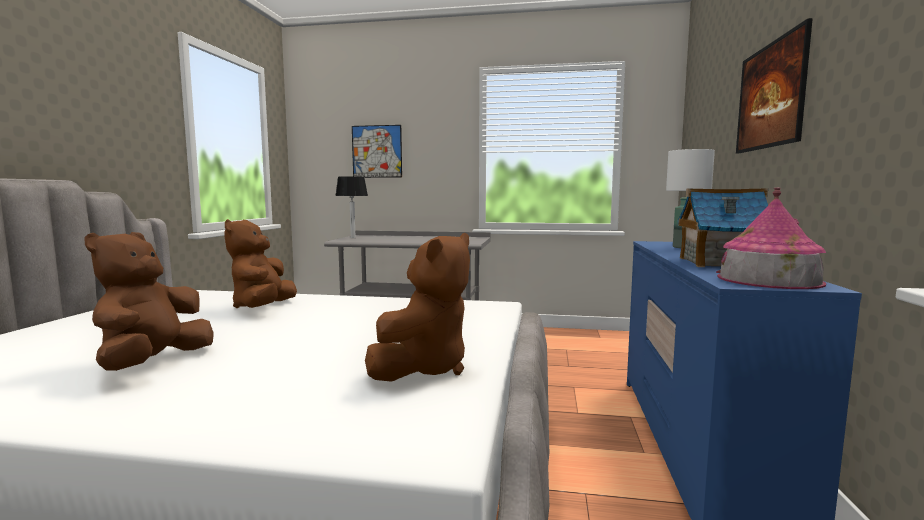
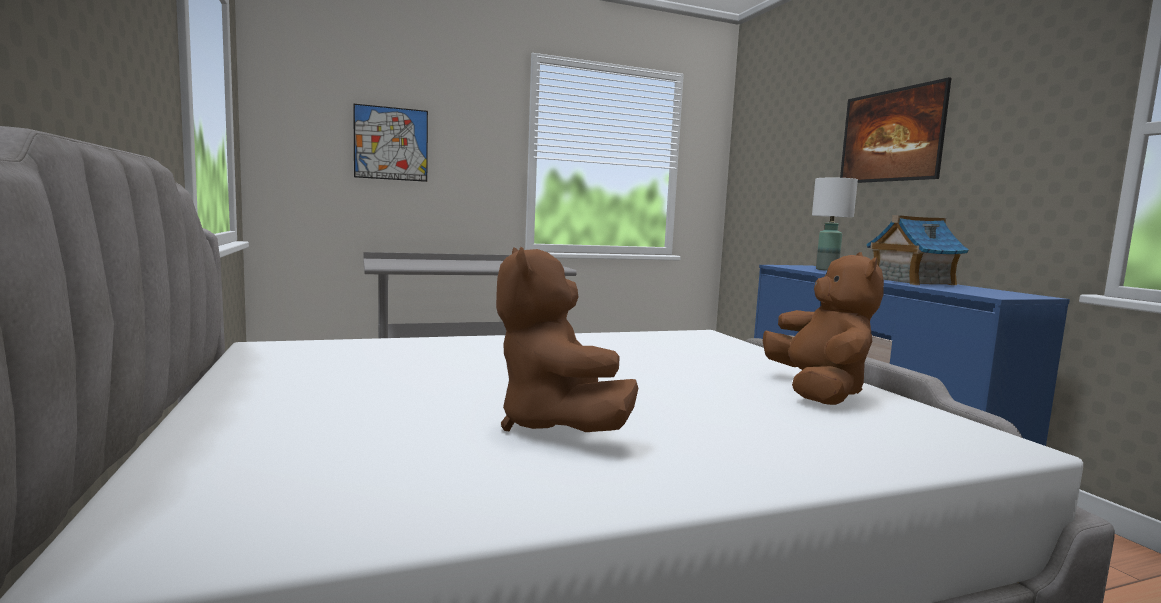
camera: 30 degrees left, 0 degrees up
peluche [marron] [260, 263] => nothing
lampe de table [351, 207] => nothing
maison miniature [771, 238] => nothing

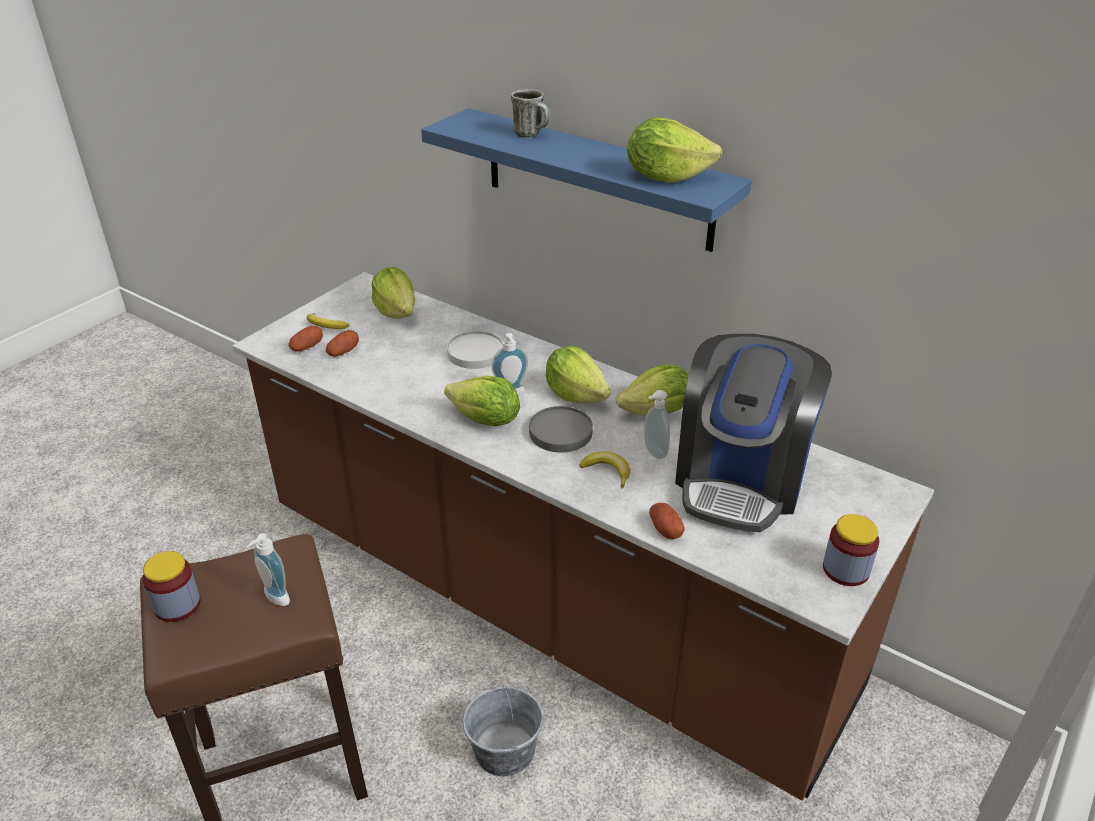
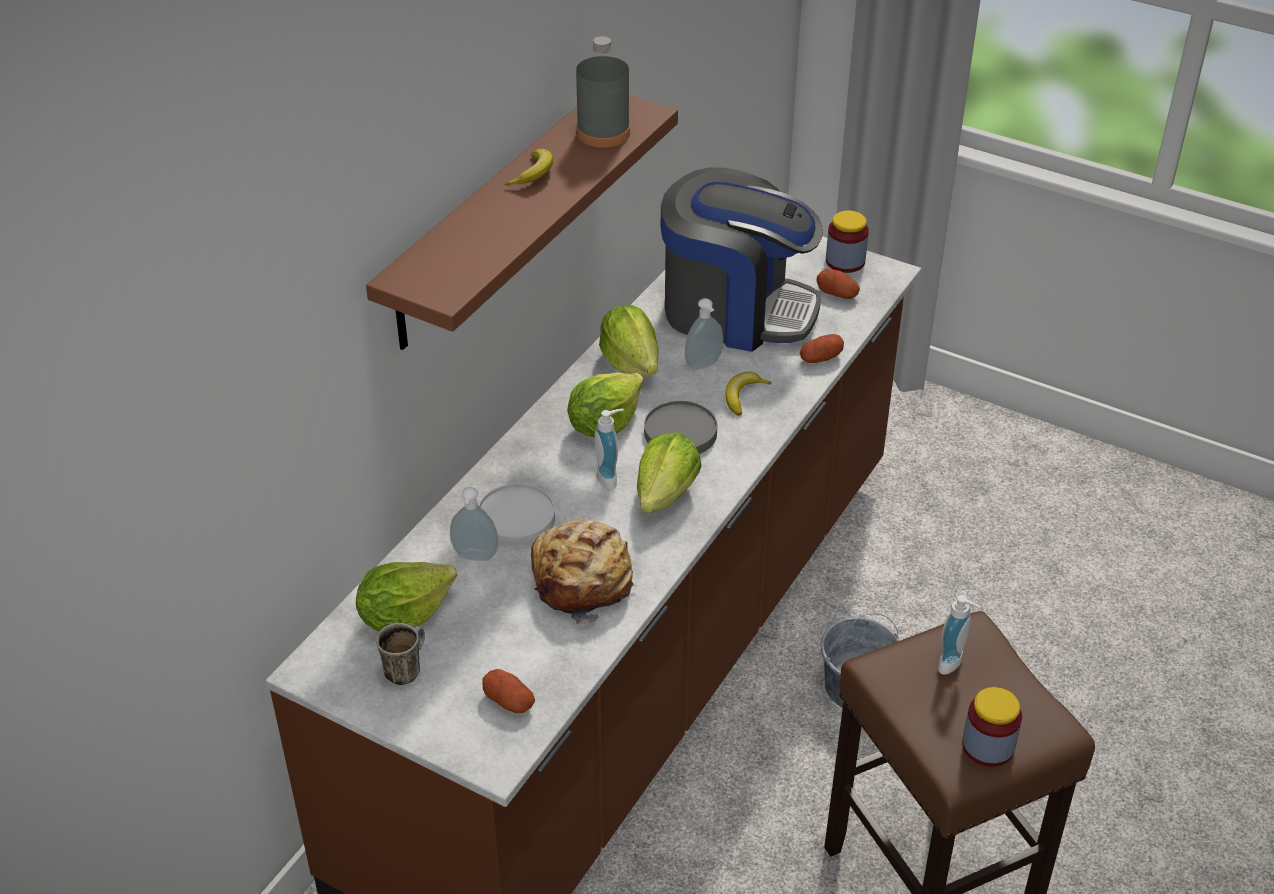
camera: 95 degrees left, 5 degrees up
nothing => distributeur de savon [474, 524]
nothing => pain [584, 572]
banane [328, 321] => banane [529, 167], moved
pomme de terre [342, 343] => pomme de terre [838, 284], moved
mug [530, 113] => mug [400, 654], moved
laitue [674, 150] => bouteille [gris] [603, 92]
étagère [bleu] [586, 180] => étagère [marron] [522, 222]

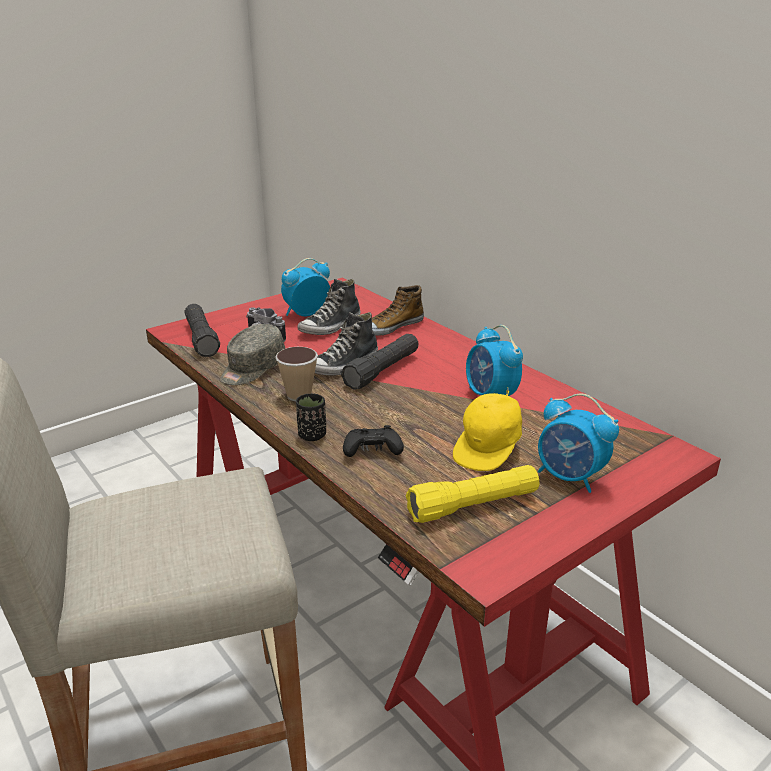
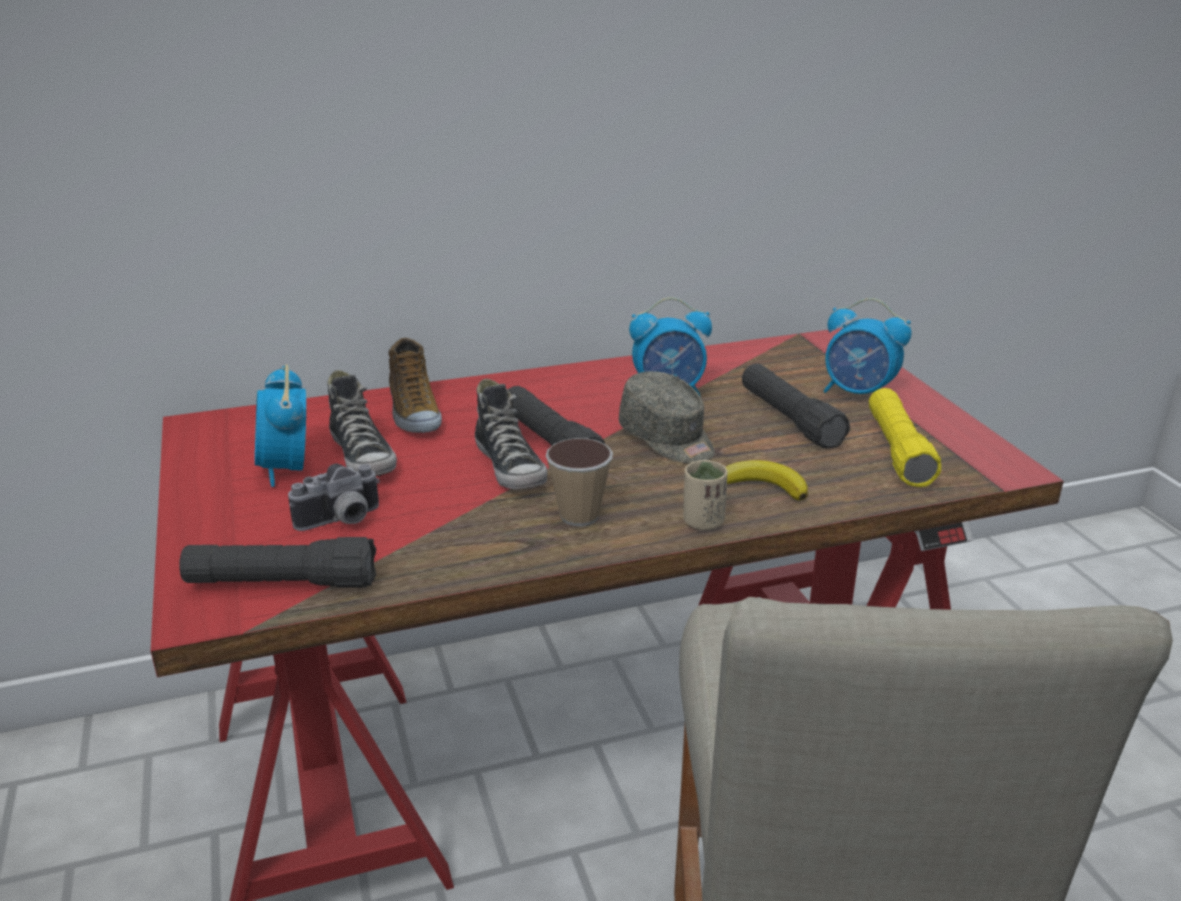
camera: 70 degrees left, 0 degrees up
casquette [gris] [252, 354] => casquette [gris] [667, 417], moved
manette [noir] [373, 441] => banane [767, 480]
casquette [jaune] [487, 430] => lampe de poche [noir] [796, 405]
tasse [noir] [311, 417] => tasse [beige] [706, 495]
réveil [578, 443] => réveil [867, 346], 60 degrees clockwise

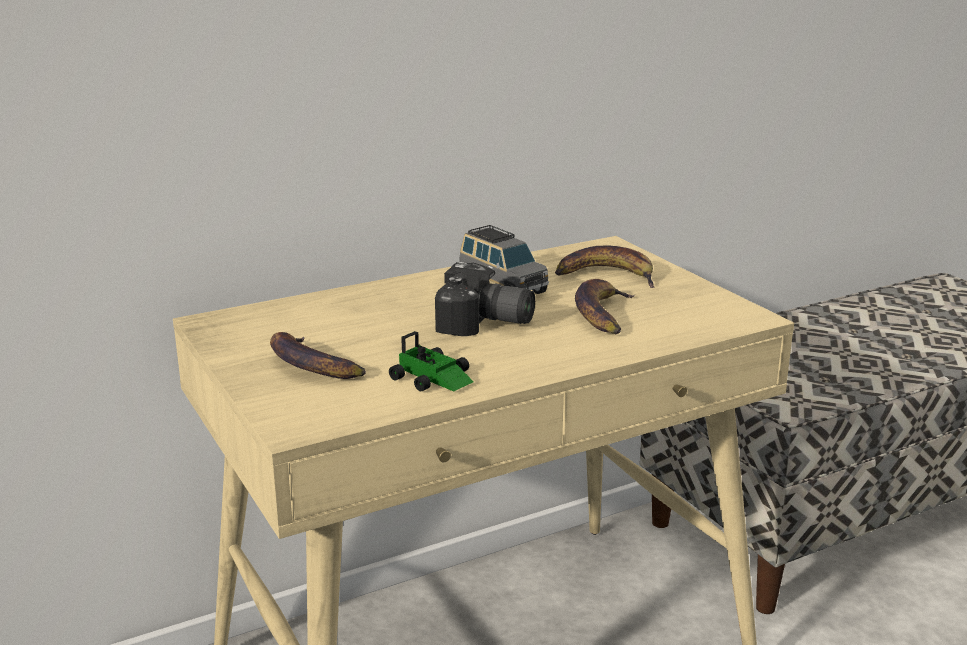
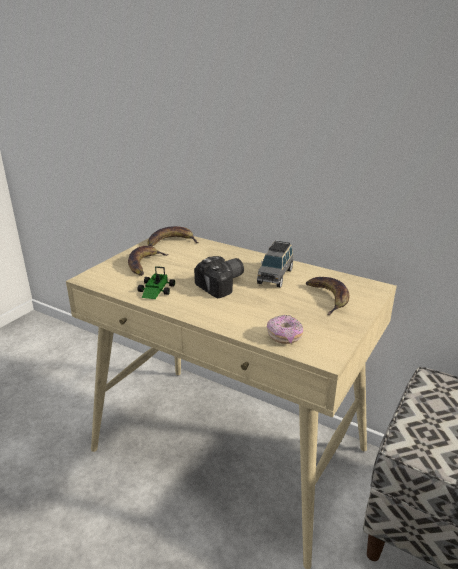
camera: 60 degrees right, 5 degrees up
nothing => beignet [285, 329]
banane [605, 306] => banane [173, 236], moved
appareil photo [485, 299] => appareil photo [219, 277], 120 degrees counterclockwise

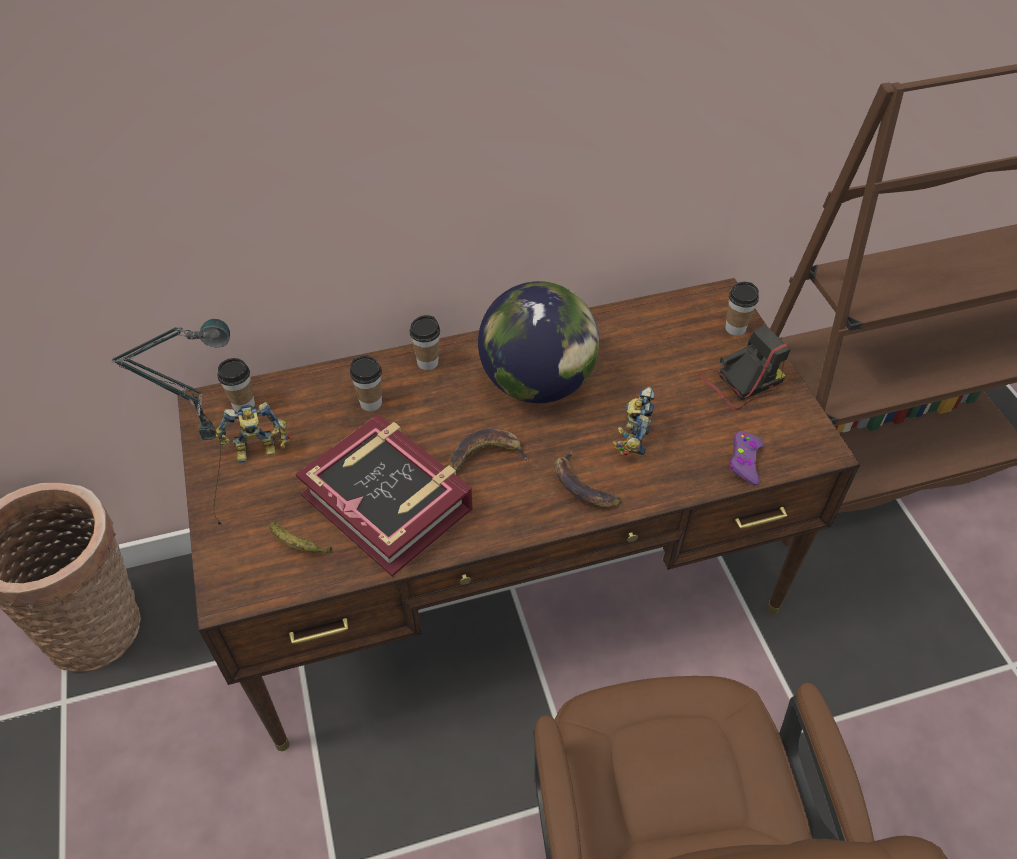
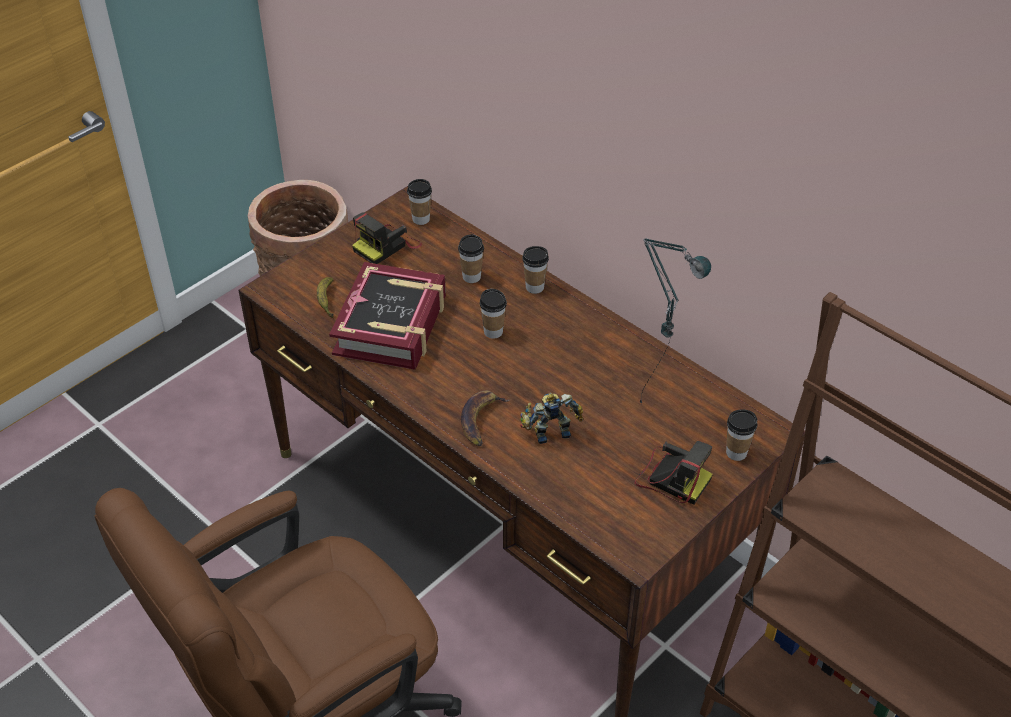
camera: 60 degrees right, 5 degrees down
banane [489, 451] => nothing
globe [538, 342] => nothing
manette [violet] [746, 459] => nothing
nothing => tasse [493, 314]
lampe de table [170, 422] => lampe de table [675, 321], moved
robot jouet [253, 432] => appareil photo [387, 238]

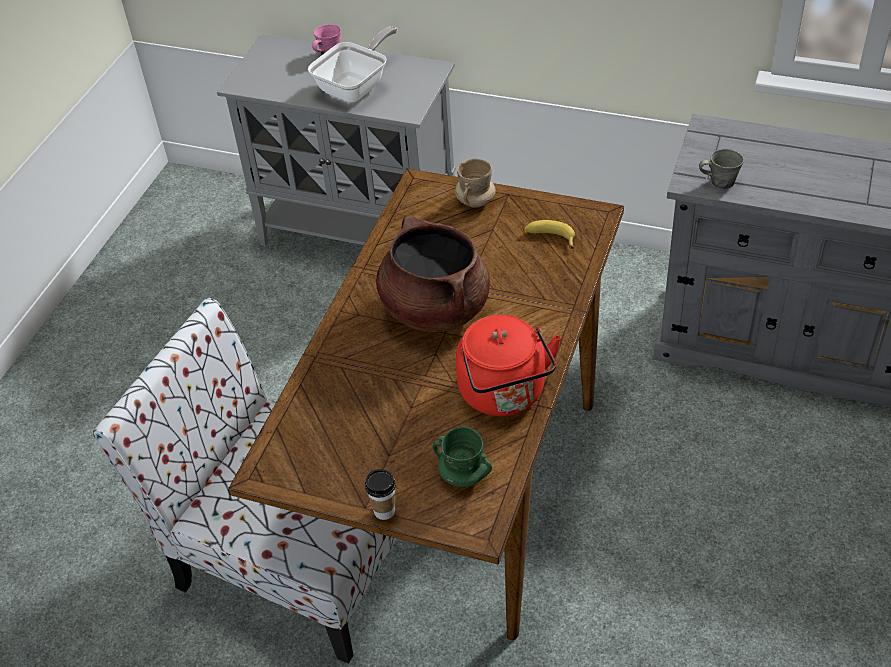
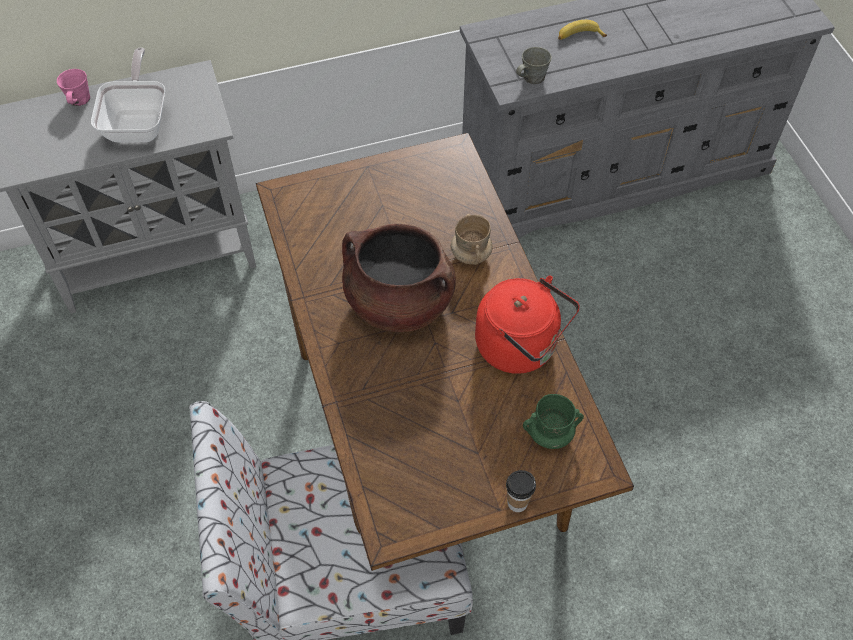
camera: 40 degrees left, 10 degrees up
mug [beige] [475, 183] => mug [beige] [472, 239], moved
banane [549, 234] => banane [582, 30], moved

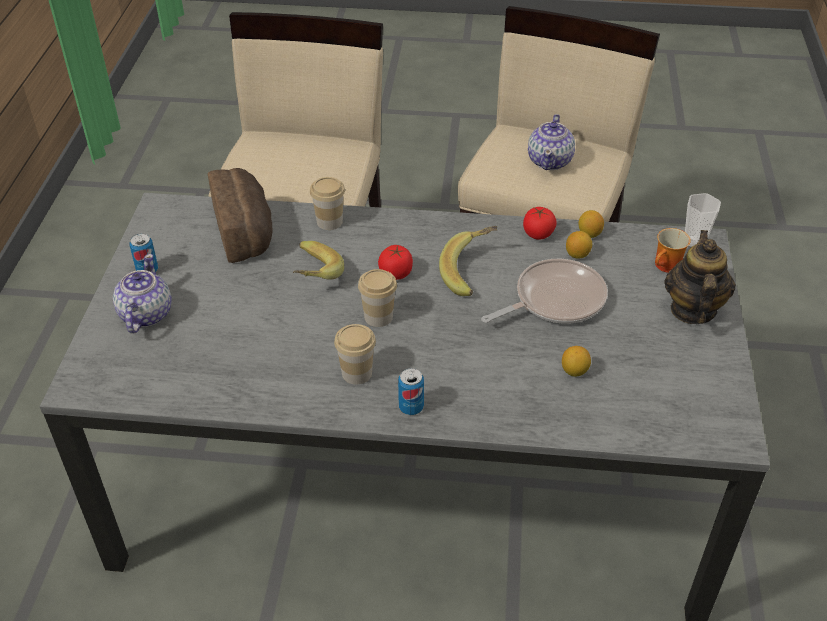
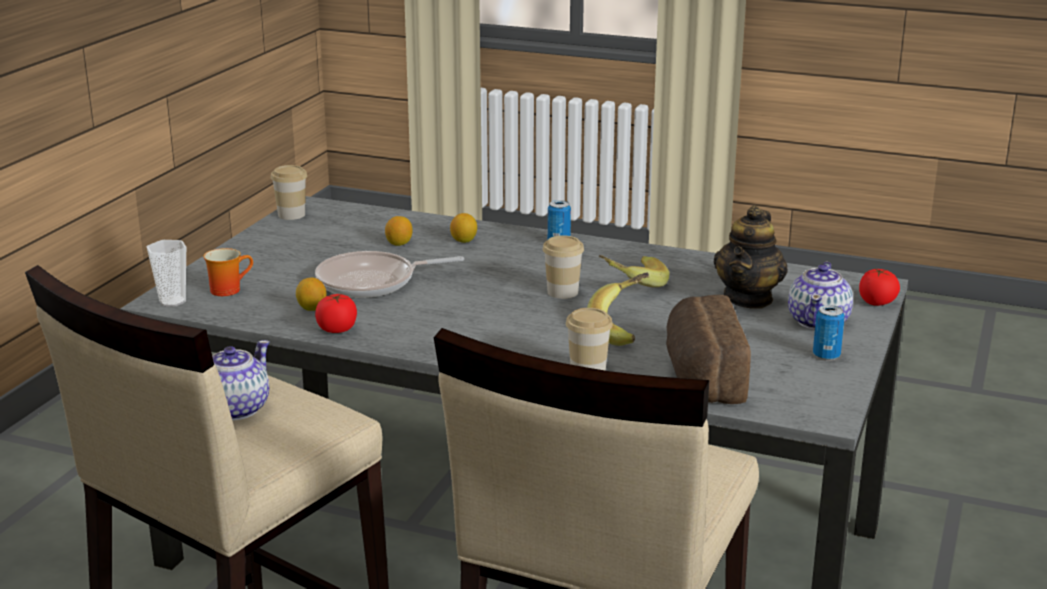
camera: 165 degrees left, 20 degrees down
tasse [355, 354] => tasse [289, 192], moved
tomate [395, 262] => tomate [879, 287], moved
banane [468, 261] => banane [634, 271], moved
citron [591, 224] => citron [463, 228], moved
théière [700, 277] => théière [751, 256], moved

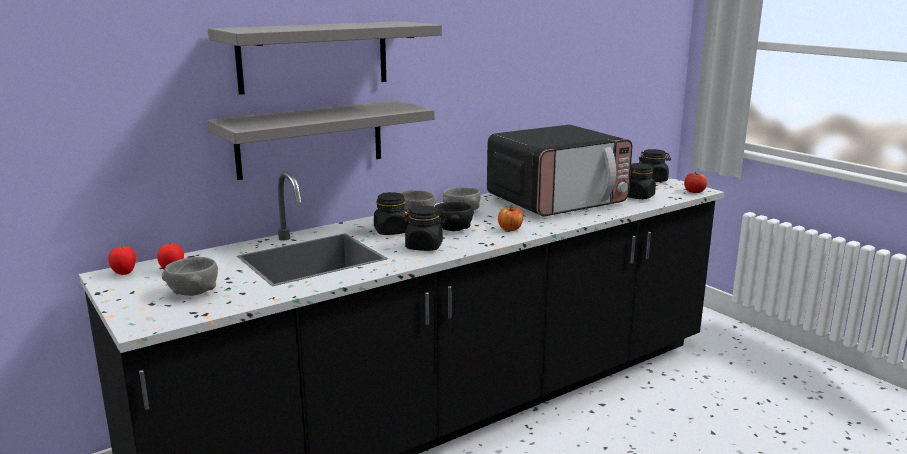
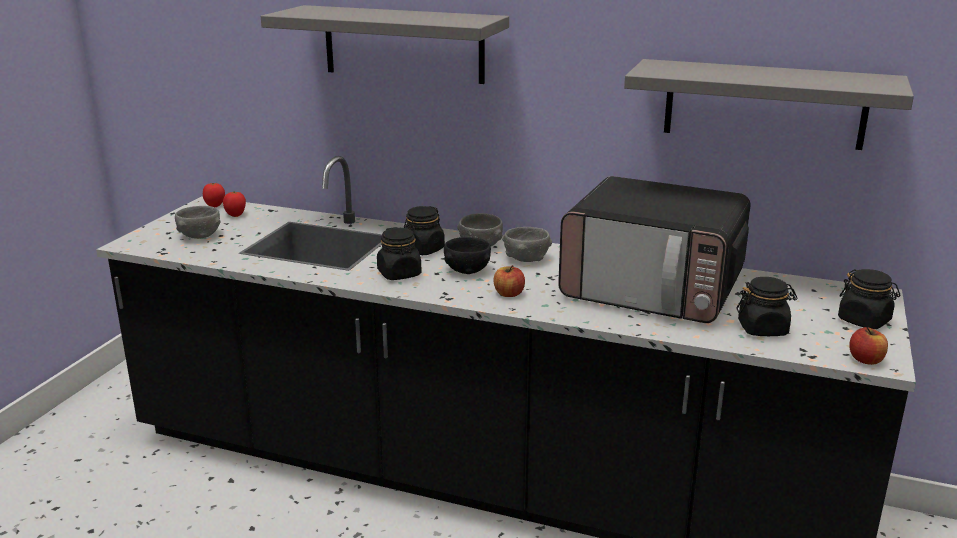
camera: 55 degrees right, 5 degrees up
étagère [gris] [321, 140] => étagère [gris] [769, 104], moved

